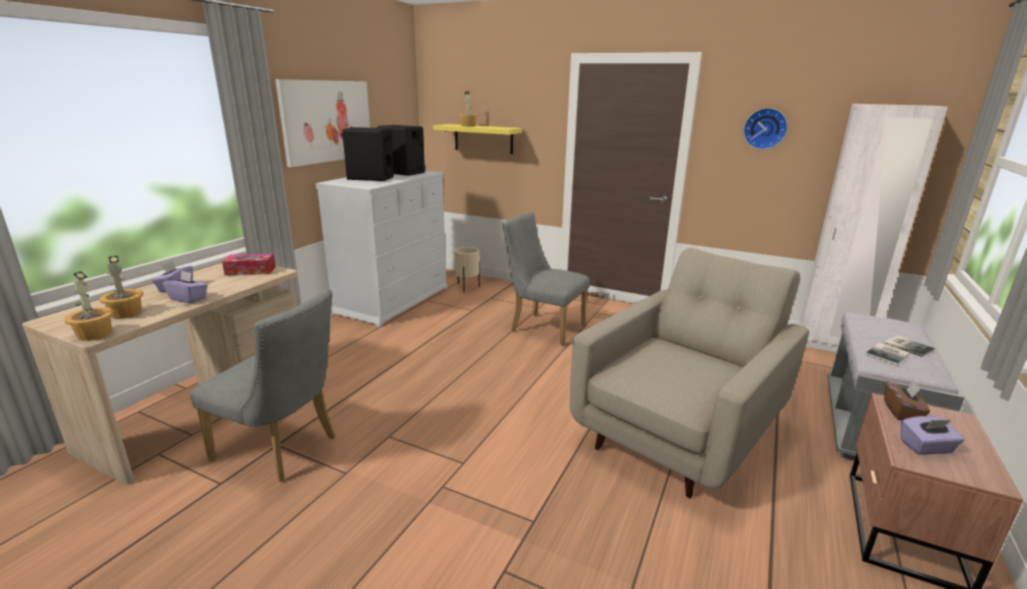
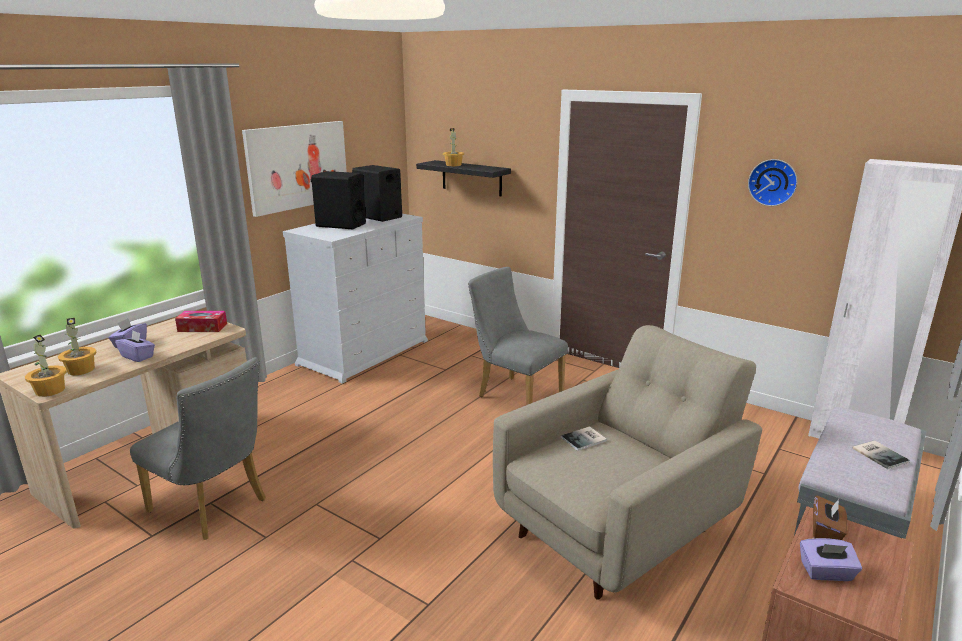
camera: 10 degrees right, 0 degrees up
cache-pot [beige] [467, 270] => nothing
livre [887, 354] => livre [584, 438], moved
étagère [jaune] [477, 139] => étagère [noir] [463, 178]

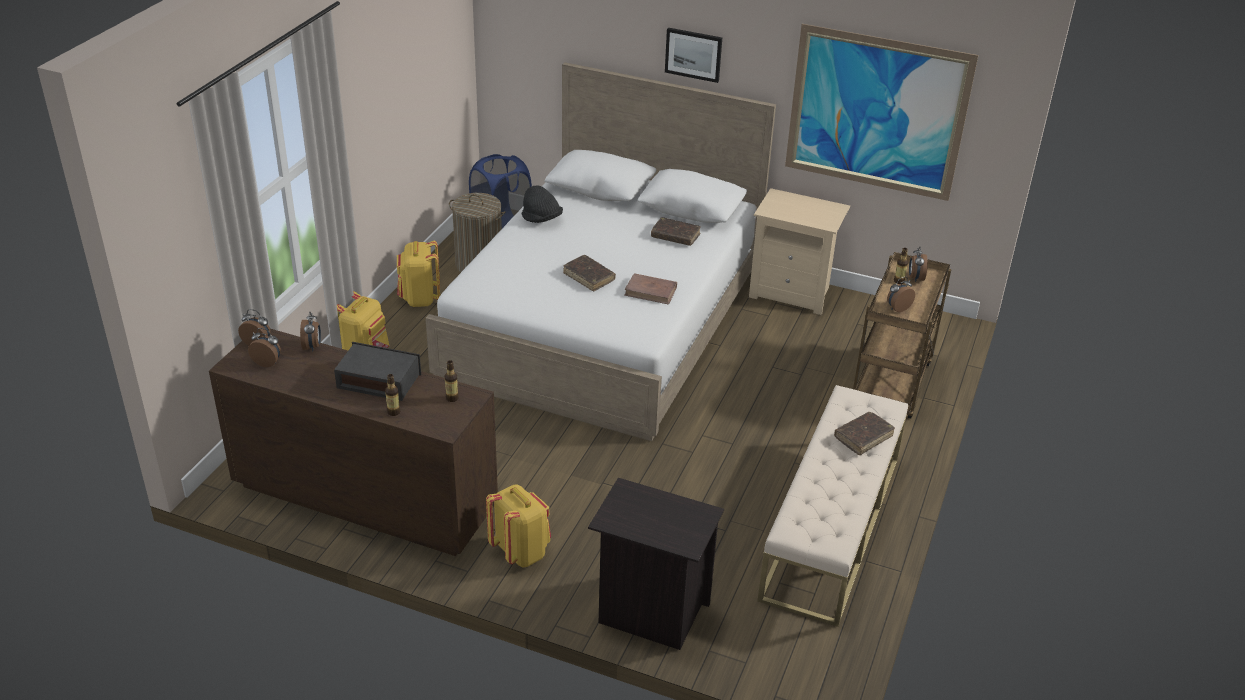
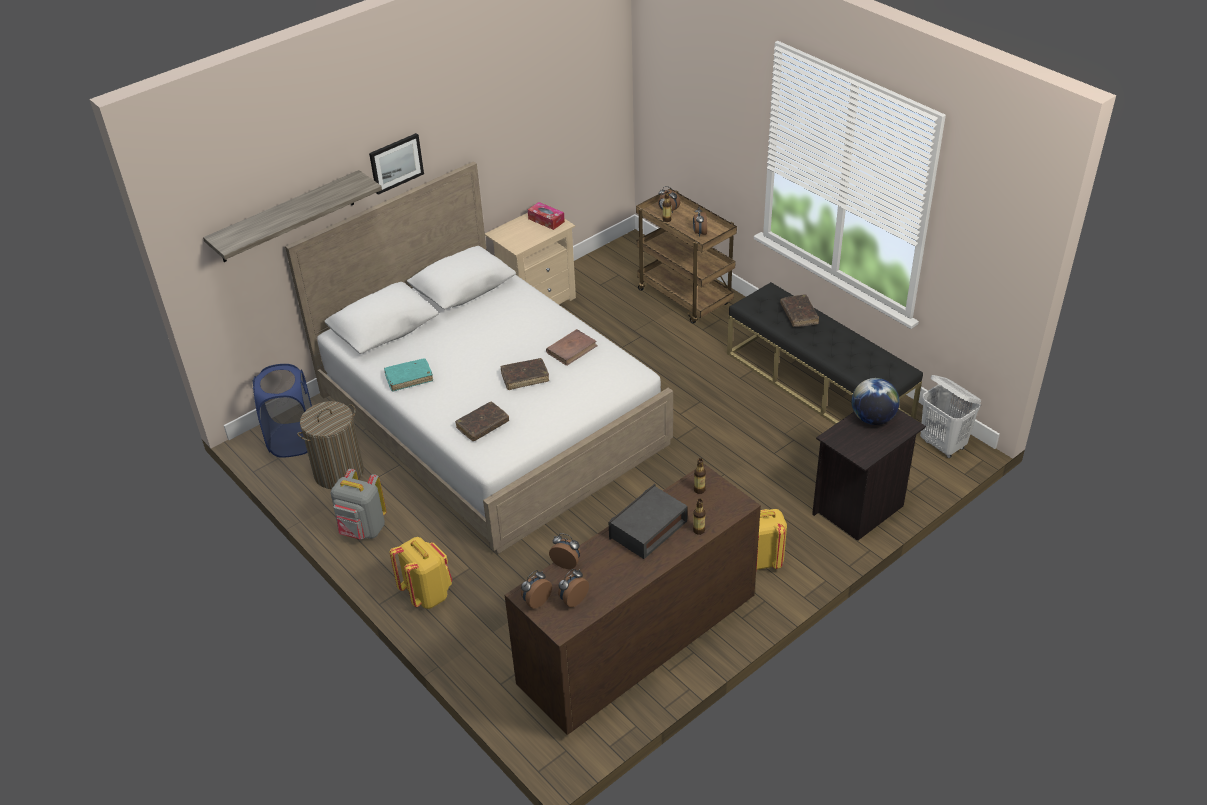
camera: 60 degrees left, 5 degrees up
tableau [881, 112] => nothing
nothing => étagère [292, 216]
nothing => boîte à mouchoirs [546, 216]
nothing => globe [875, 401]
nothing => panier à linge [blanc] [951, 416]
livre [marron] [676, 231] => livre [marron] [482, 421], moved
chapeau [noir] [542, 204] => livre [turquoise] [408, 375]
sac à dos [jaune] [418, 274] => sac à dos [gris] [359, 504]
banc [beige] [832, 506] => banc [noir] [825, 353]

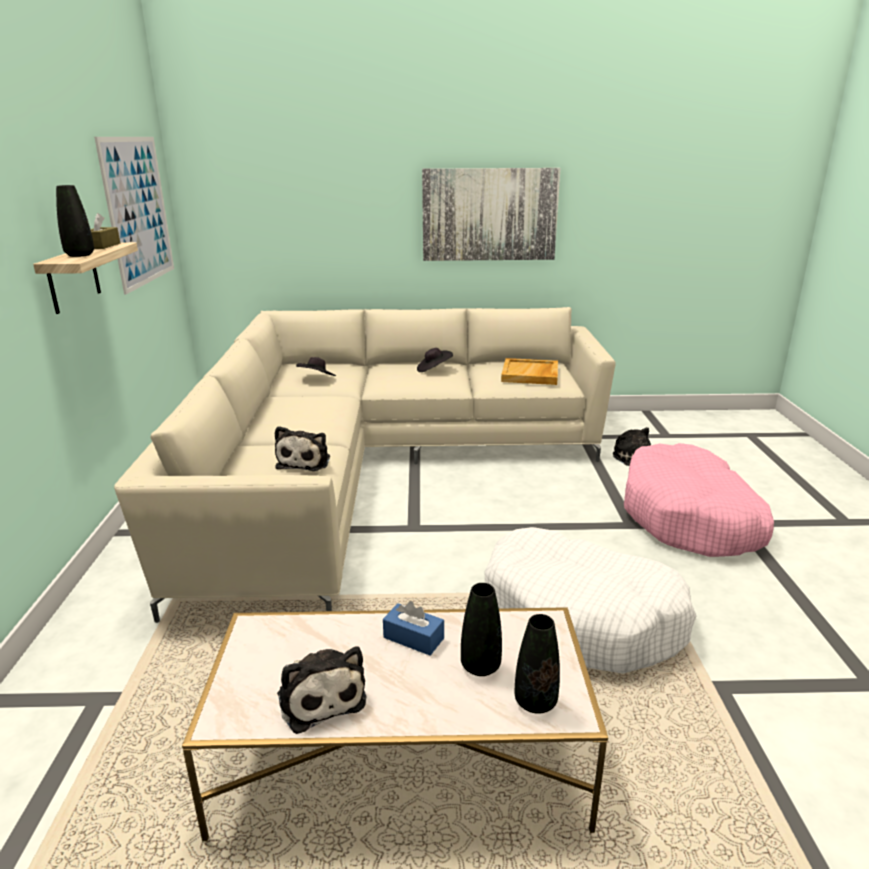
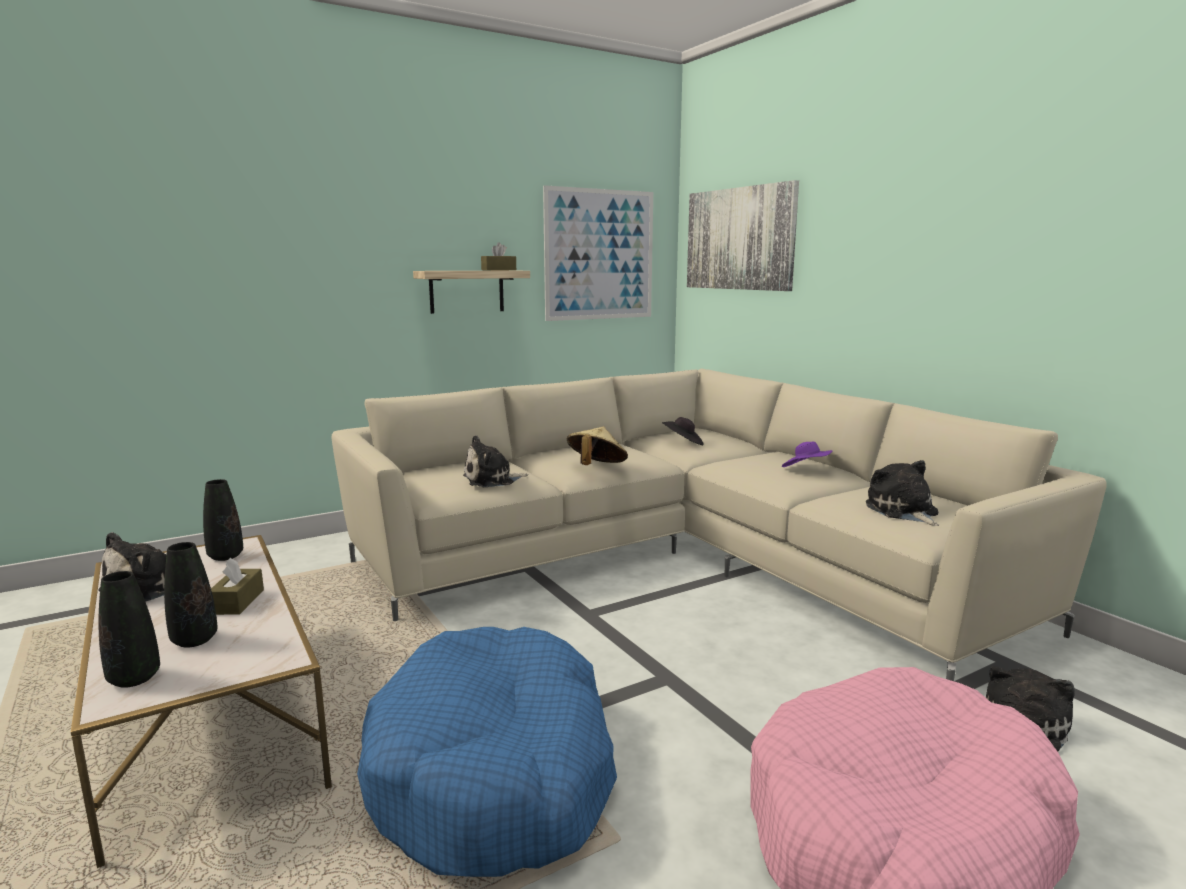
camera: 60 degrees right, 10 degrees down
nothing => chapeau [beige] [597, 446]
vase [noir] [75, 221] => vase [noir] [223, 520], moved
tableau [491, 214] => tableau [743, 235], moved
plateau [beige] [529, 371] => peluche [902, 493]
boîte à mouchoirs [bleu] [413, 628] => boîte à mouchoirs [marron] [237, 586]
chapeau [noir] [435, 360] => chapeau [violet] [807, 454]
panier pour chien [blanc] [590, 600] => panier pour chien [bleu] [487, 752]

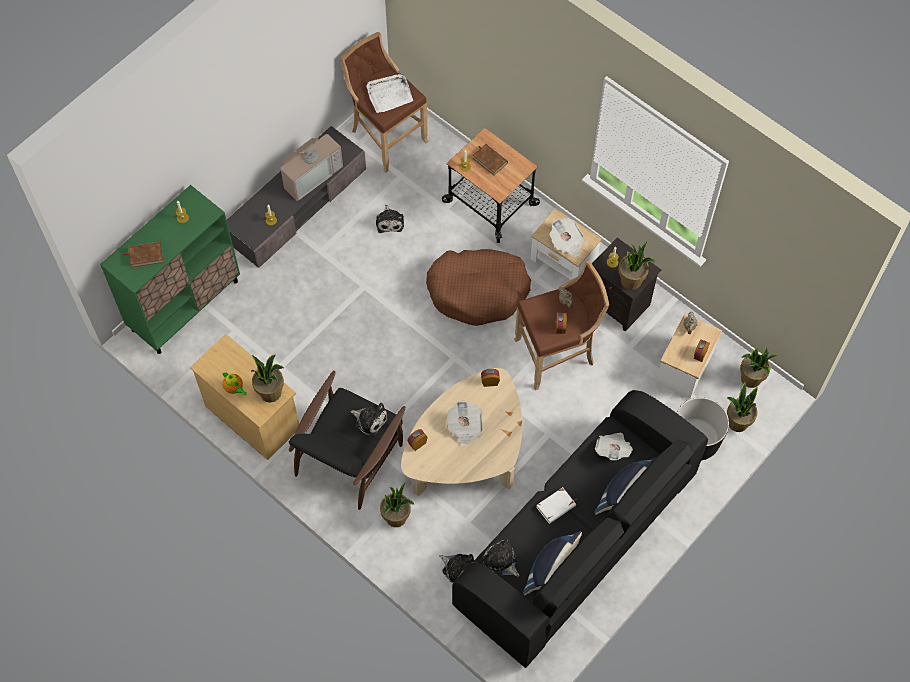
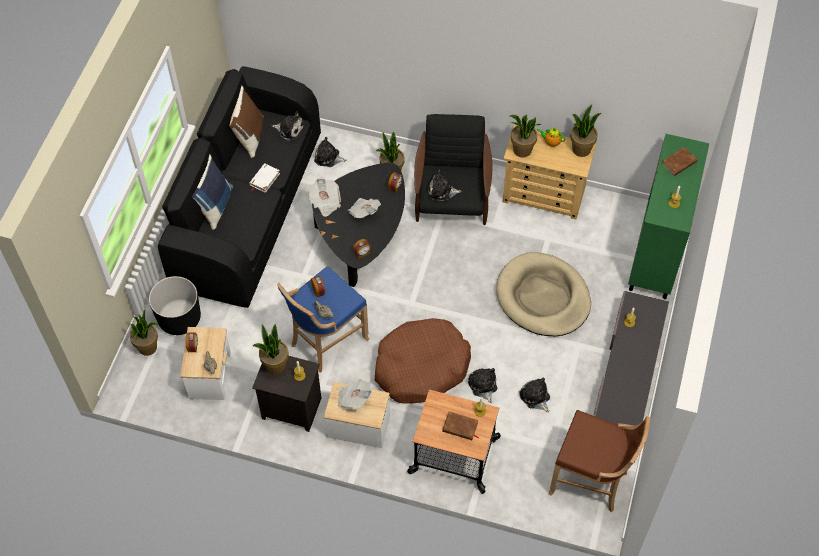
camera: 155 degrees right, 5 degrees down
téléviseur [312, 164] => nothing
plateau [blanc] [389, 93] => nothing
nothing => peluche [482, 385]
nothing => panier pour chien [beige] [543, 294]
journal [614, 446] => journal [325, 197], moved
plante en pot [759, 367] => plante en pot [585, 131], moved
table basse [beige] [461, 432] => table basse [noir] [358, 225]
tabouret [marron] [561, 325] => tabouret [bleu] [323, 319]
coussin [bleu] [552, 563] => coussin [marron] [246, 122]

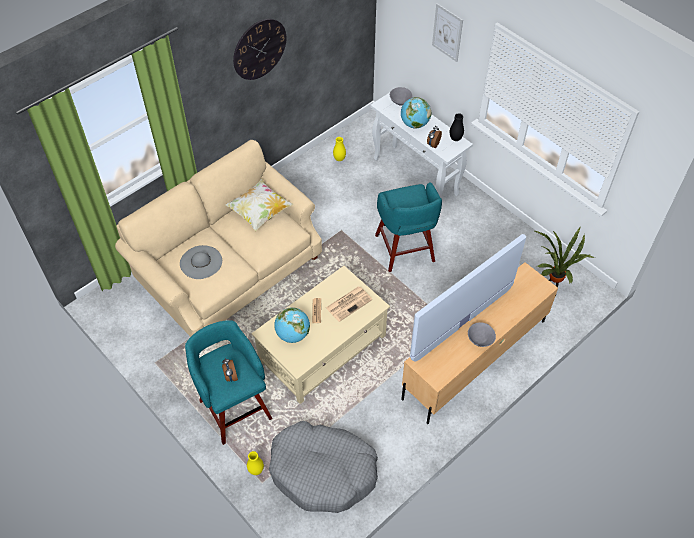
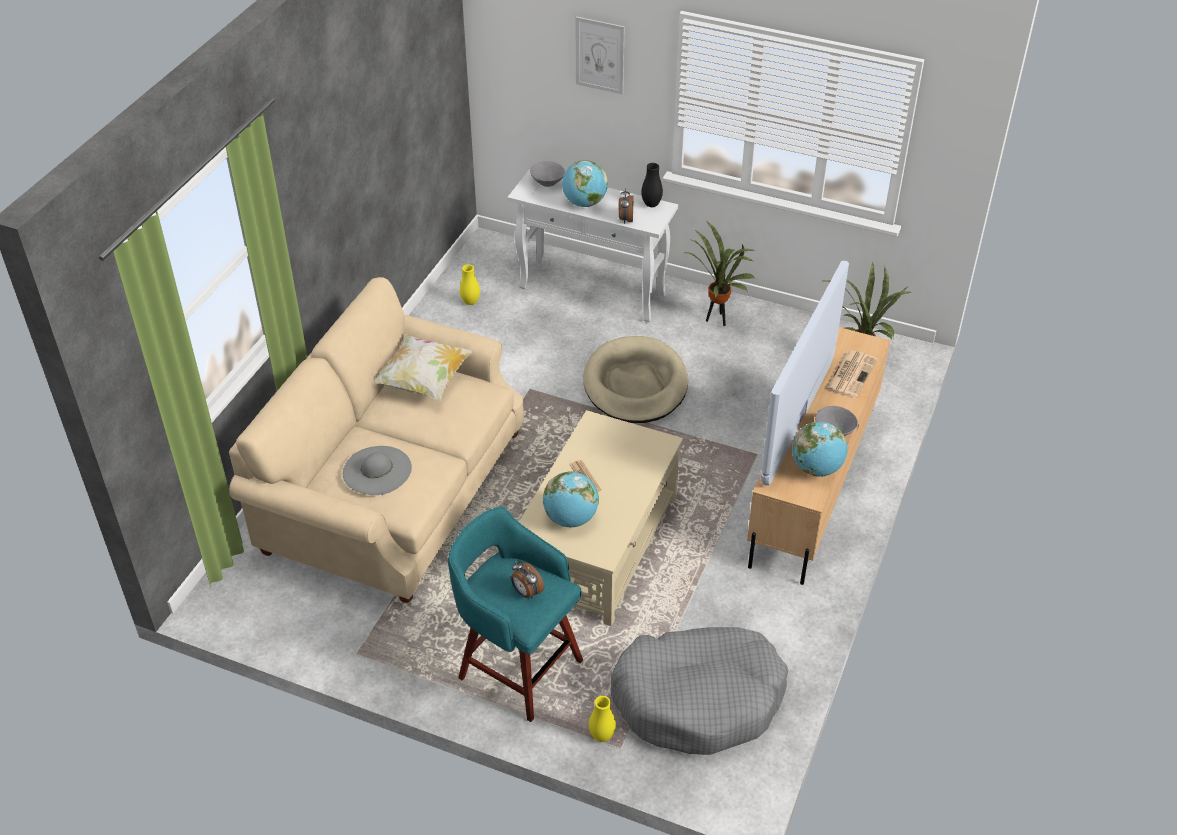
camera: 25 degrees left, 10 degrees down
horloge murale [259, 49] => nothing
nothing => plante en pot [720, 273]
nothing => globe [820, 449]
journal [349, 304] => journal [851, 374], moved
tabouret [turquoise] [408, 227] => panier pour chien [beige] [635, 379]

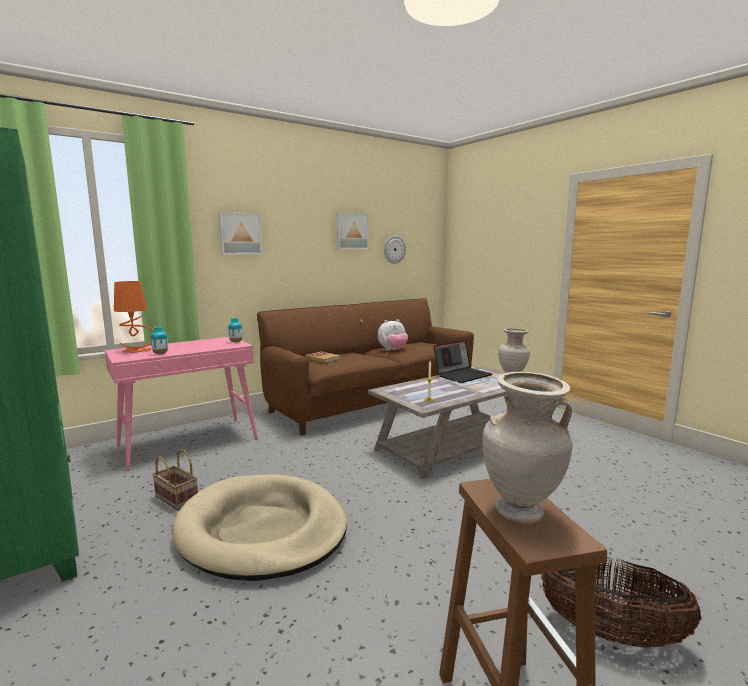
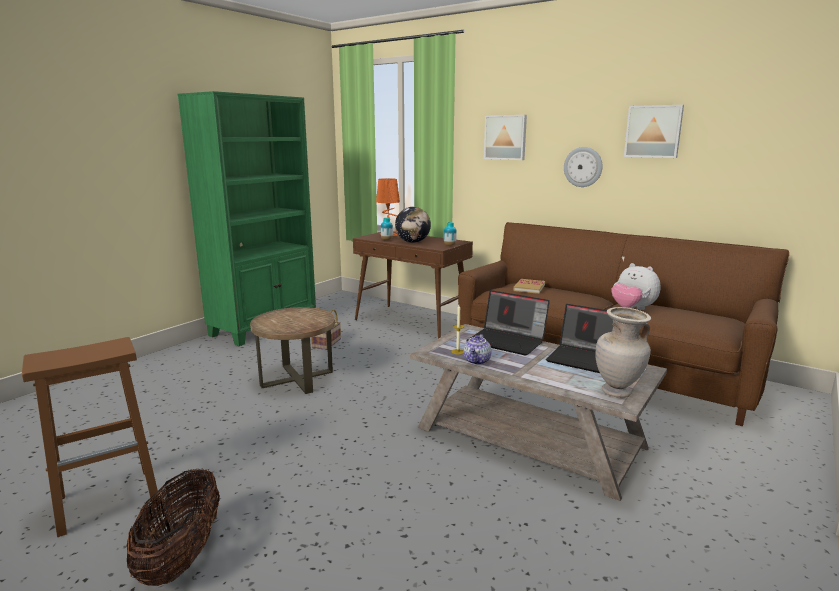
camera: 70 degrees right, 5 degrees up
vase [beige] [527, 448] => nothing
nothing => globe [413, 225]
nothing => théière [477, 349]
nothing => ordinateur portable [508, 323]
horloge murale [395, 249] => horloge murale [583, 167], moved
panier pour chien [beige] [259, 527] => table d'appoint [marron] [292, 350]
table console [rose] [181, 404] => table console [marron] [413, 285]

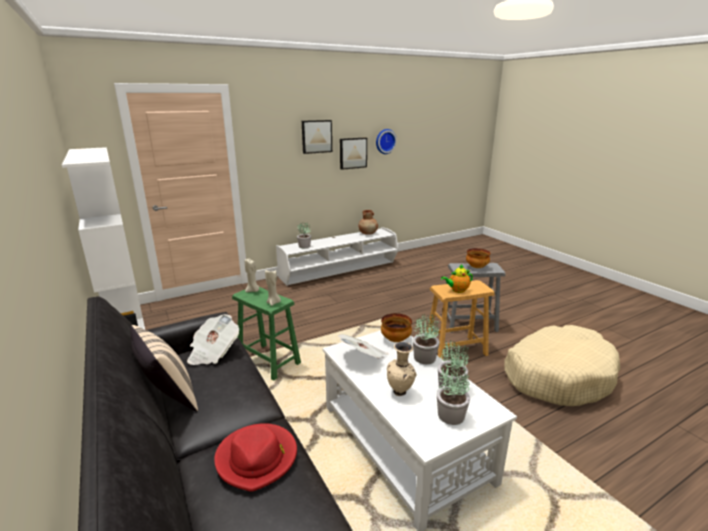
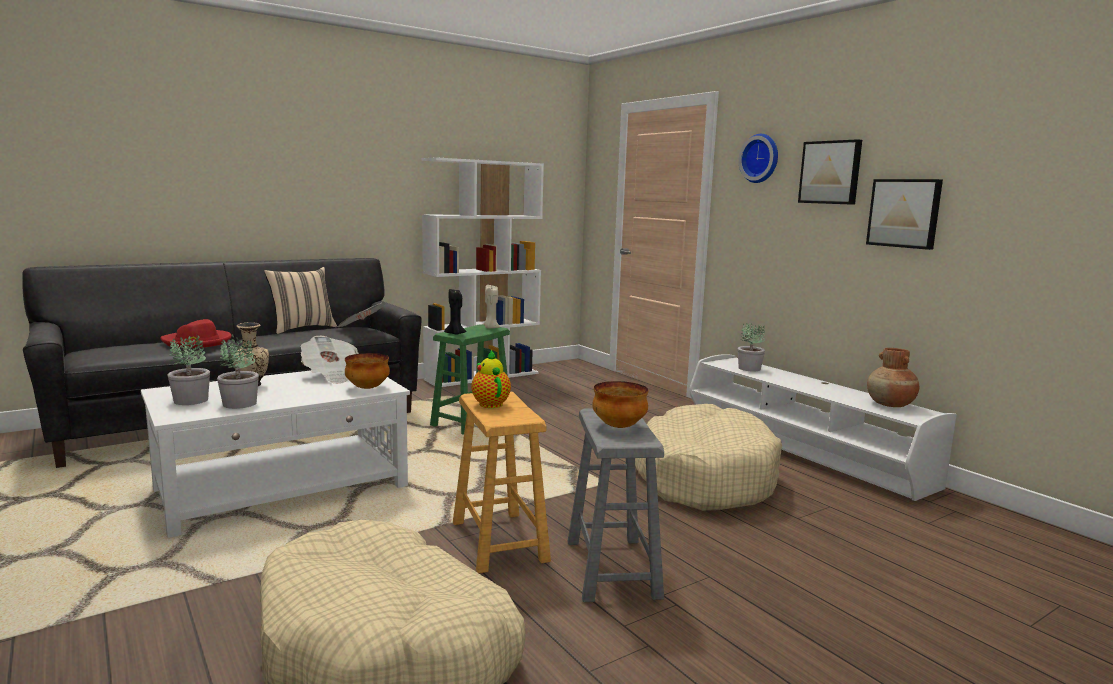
camera: 85 degrees right, 10 degrees down
plante en pot [426, 339] => nothing
nothing => panier pour chien [beige] [708, 457]
horloge murale [386, 141] => horloge murale [758, 158], moved
bougie [beige] [273, 287] => bougie [noir] [455, 312]

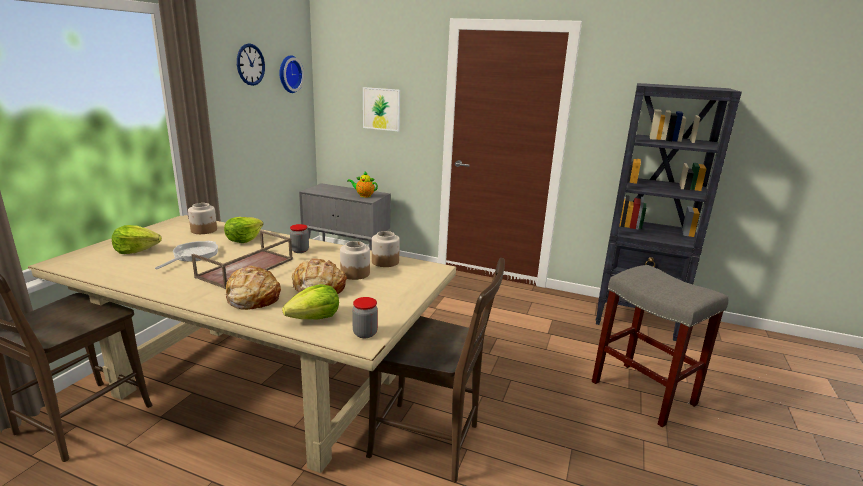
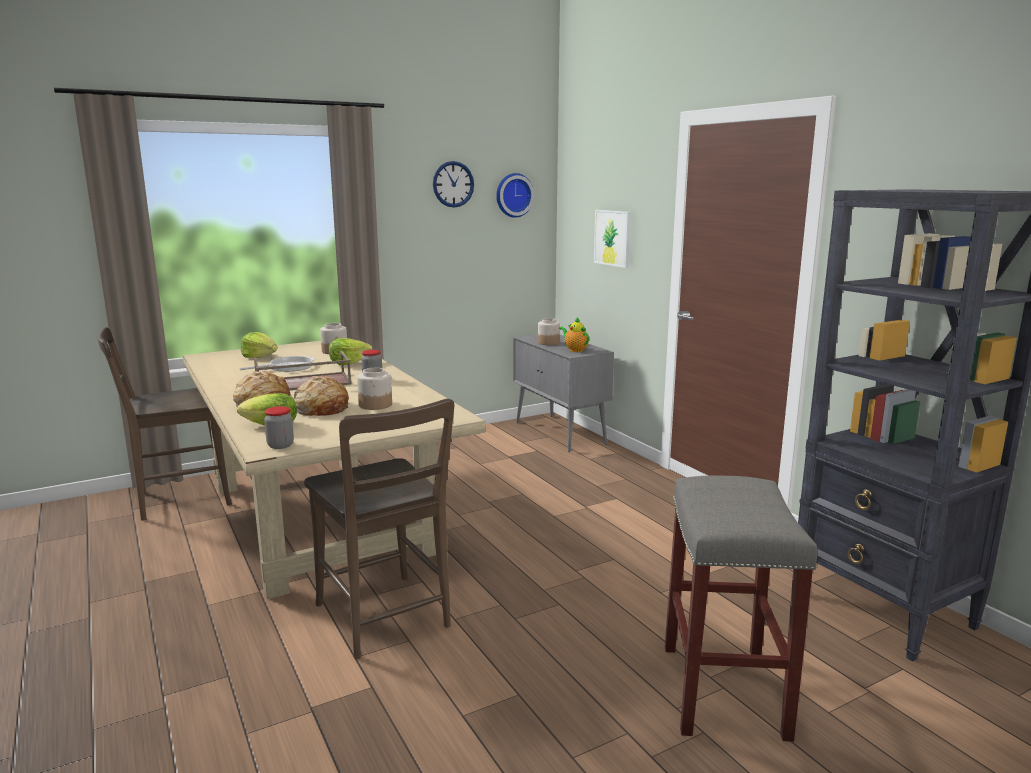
camera: 40 degrees right, 5 degrees down
bocal [386, 249] => bocal [549, 331], moved

